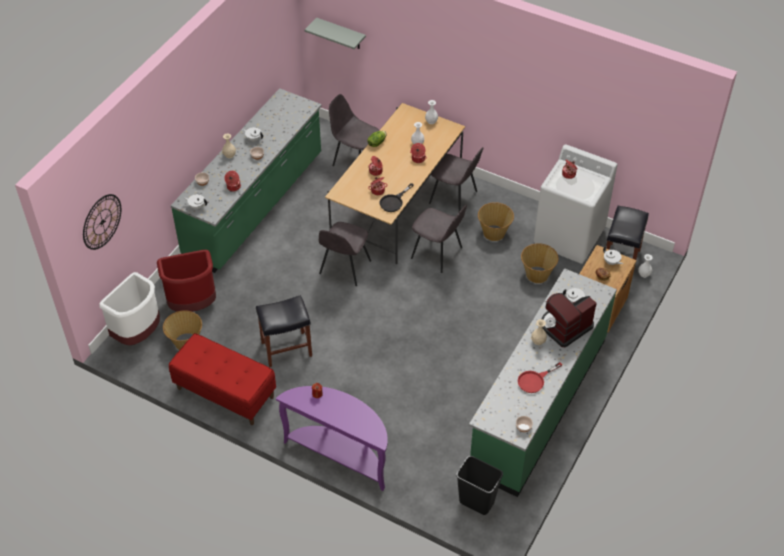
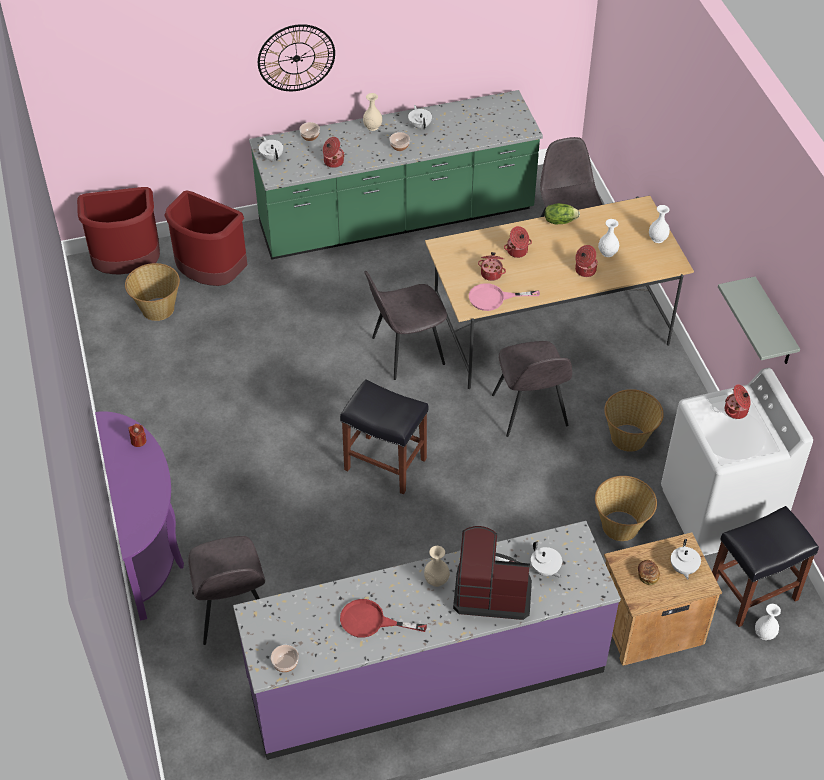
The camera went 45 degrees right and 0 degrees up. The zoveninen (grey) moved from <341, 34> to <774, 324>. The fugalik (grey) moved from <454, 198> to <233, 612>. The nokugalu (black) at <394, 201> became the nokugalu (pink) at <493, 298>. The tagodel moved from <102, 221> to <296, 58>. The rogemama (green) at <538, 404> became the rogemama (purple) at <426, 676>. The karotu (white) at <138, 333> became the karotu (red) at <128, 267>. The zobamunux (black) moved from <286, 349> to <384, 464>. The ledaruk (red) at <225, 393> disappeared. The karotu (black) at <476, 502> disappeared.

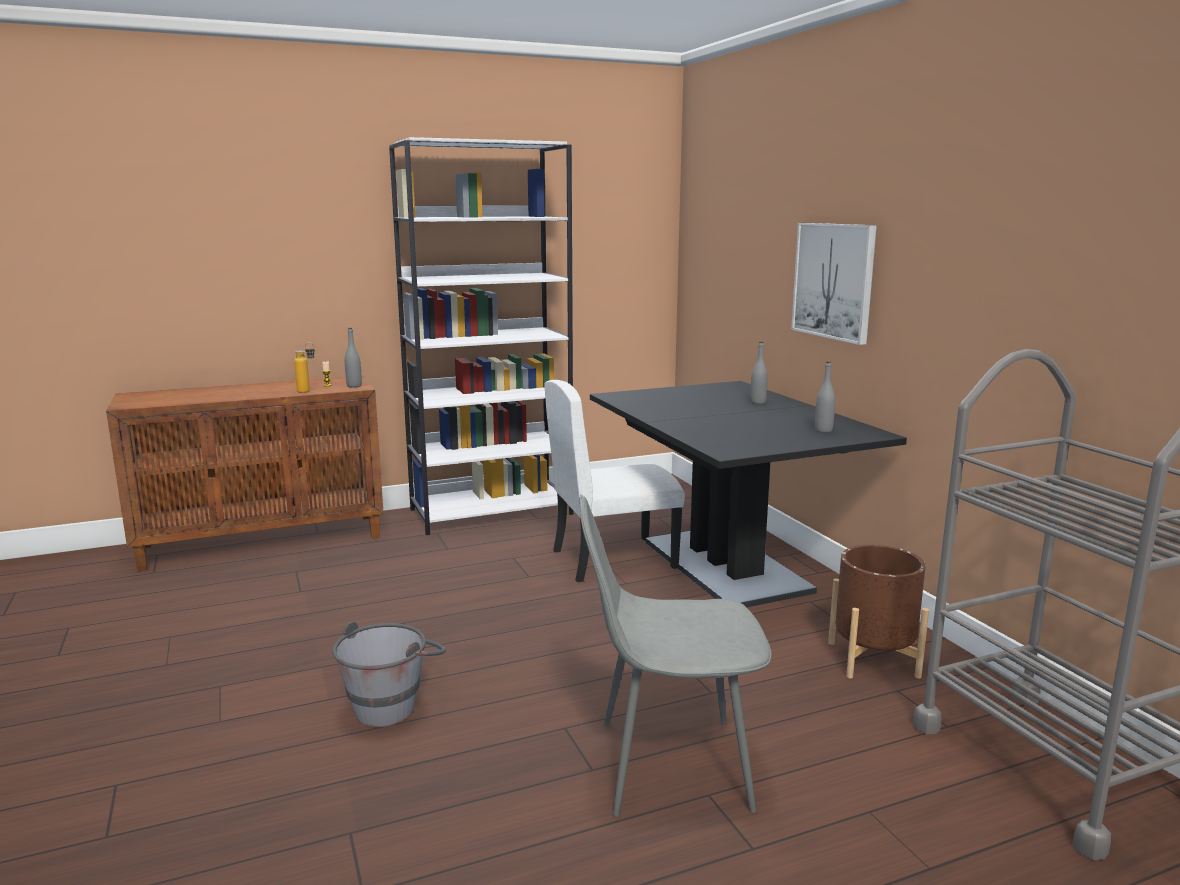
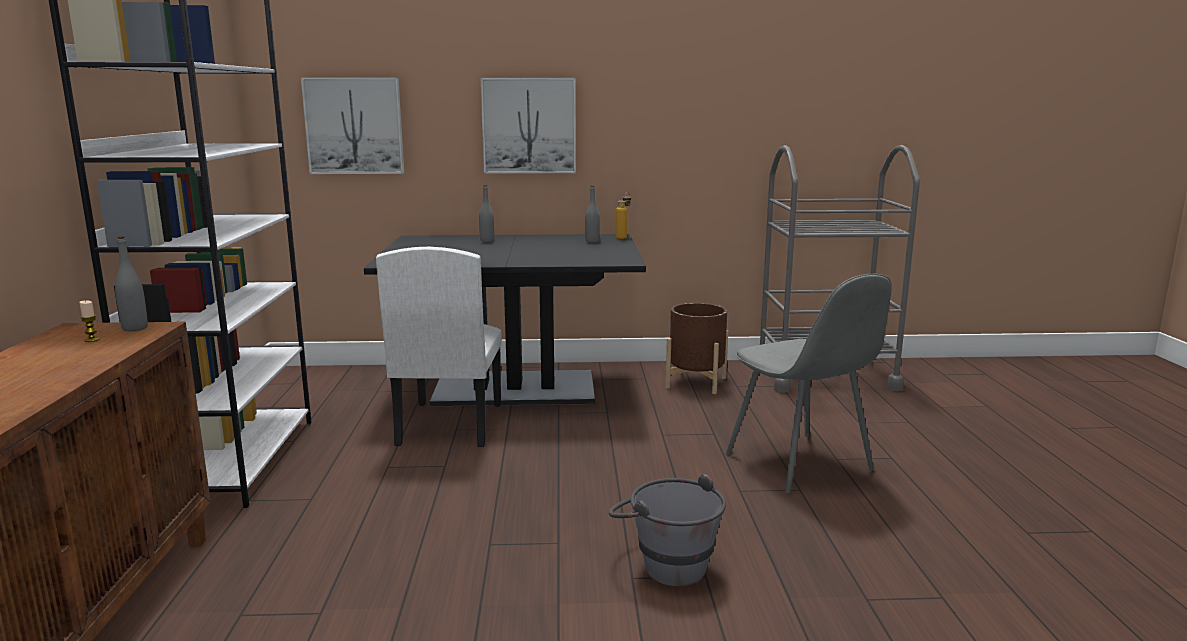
The camera went 70 degrees left and 0 degrees up. The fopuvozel moved from <308, 392> to <623, 237>. The fugalik (grey) at <668, 765> turned 45 degrees counterclockwise. The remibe at <354, 126> appeared.

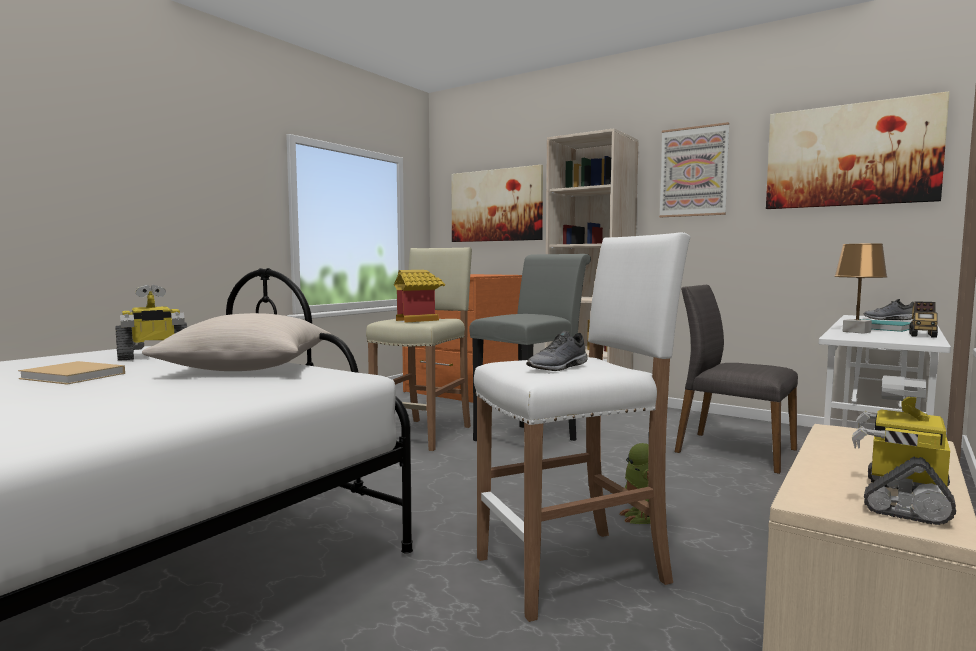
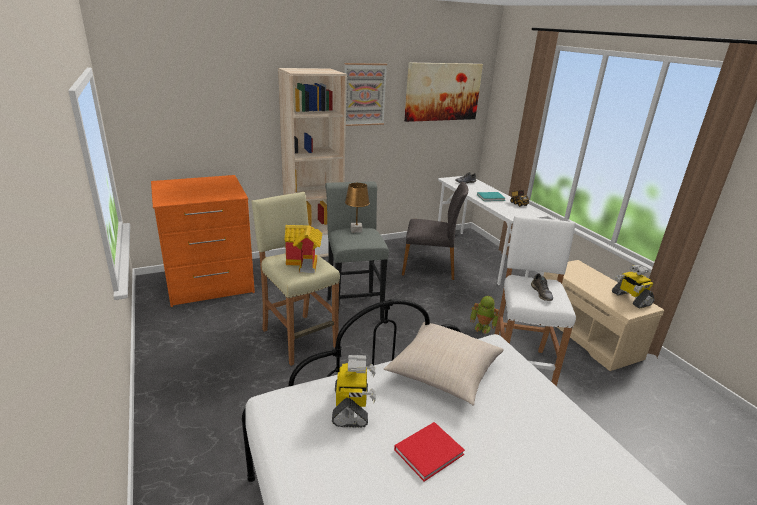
The camera went 60 degrees left and 20 degrees up. The remibe at <496, 205> disappeared. The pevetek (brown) moved from <857, 332> to <356, 230>. The fugalik (grey) at <733, 450> turned 150 degrees counterclockwise. The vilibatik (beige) at <75, 376> became the vilibatik (red) at <430, 451>.

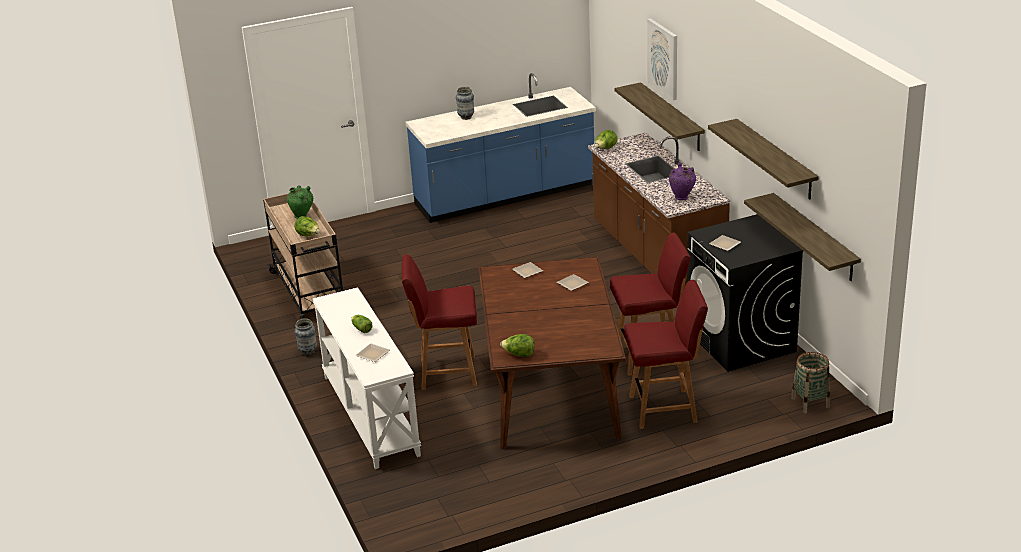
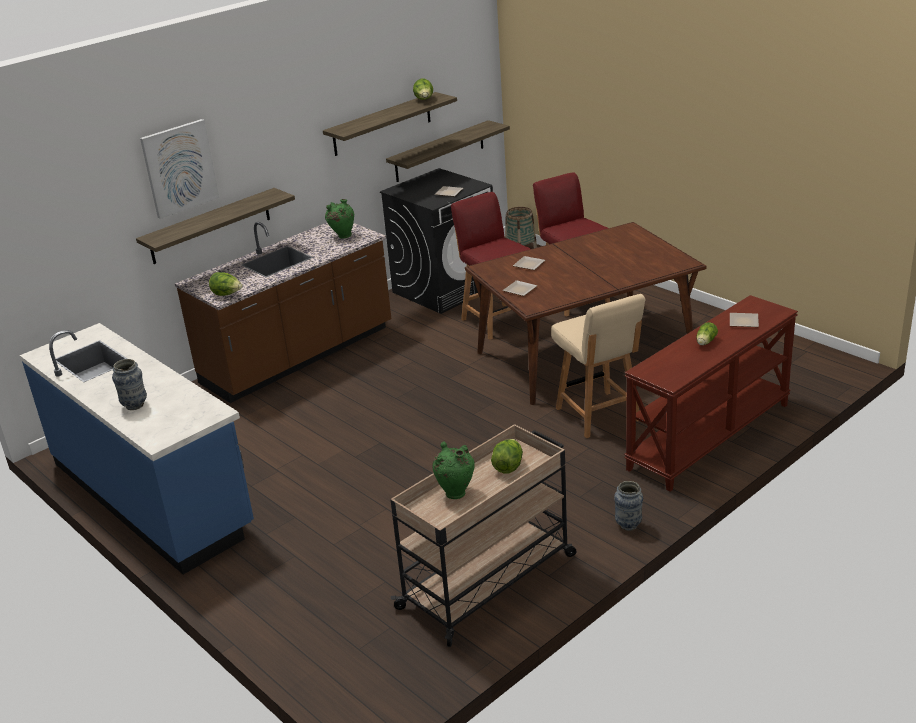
The camera went 110 degrees left and 0 degrees up. The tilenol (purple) at <682, 197> became the tilenol (green) at <342, 236>. The fugalik (red) at <446, 372> became the fugalik (beige) at <598, 415>. The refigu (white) at <369, 415> became the refigu (brown) at <710, 437>. The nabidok moved from <519, 355> to <424, 100>.

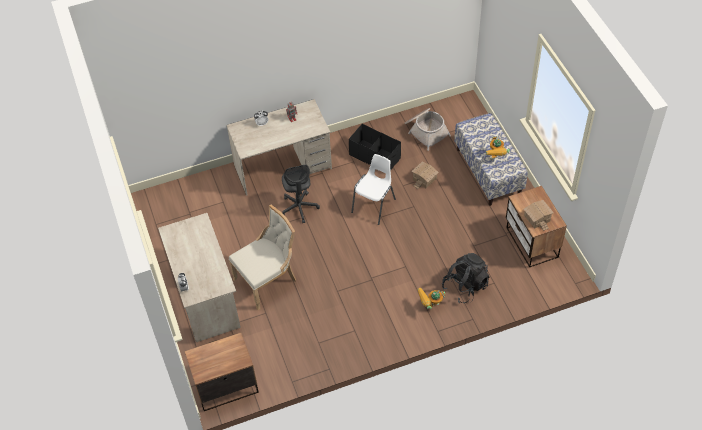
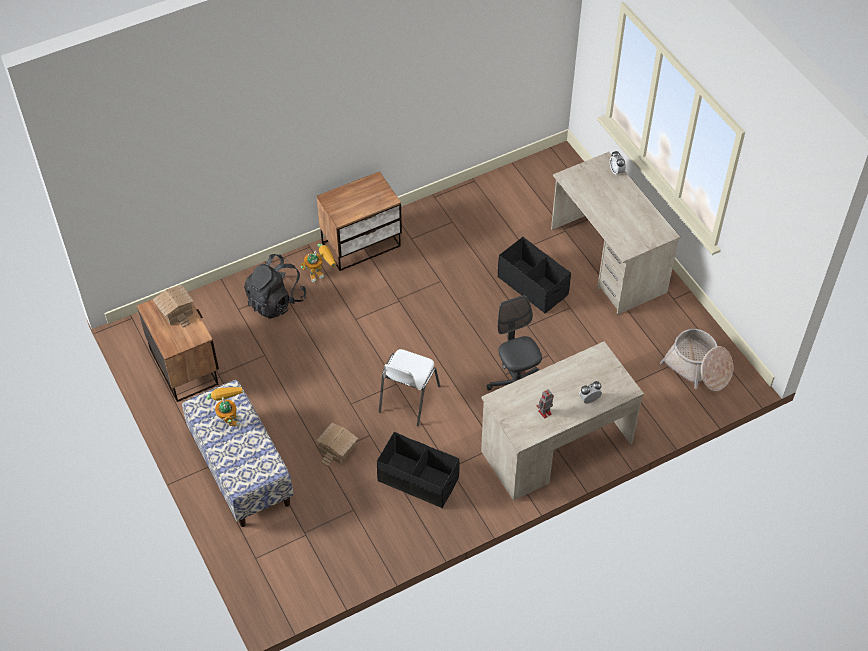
The camera went 170 degrees right and 0 degrees up. The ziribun moved from <425, 131> to <698, 368>. The fugalik (beige) at <268, 280> was replaced by the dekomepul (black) at <533, 285>. The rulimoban moved from <225, 386> to <362, 245>.

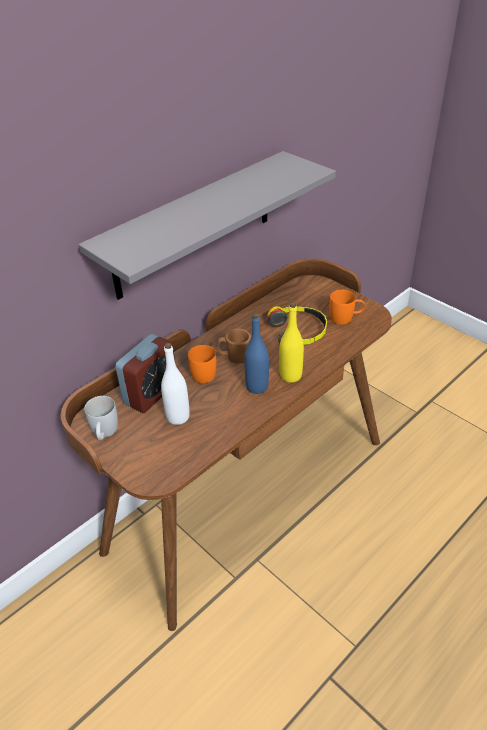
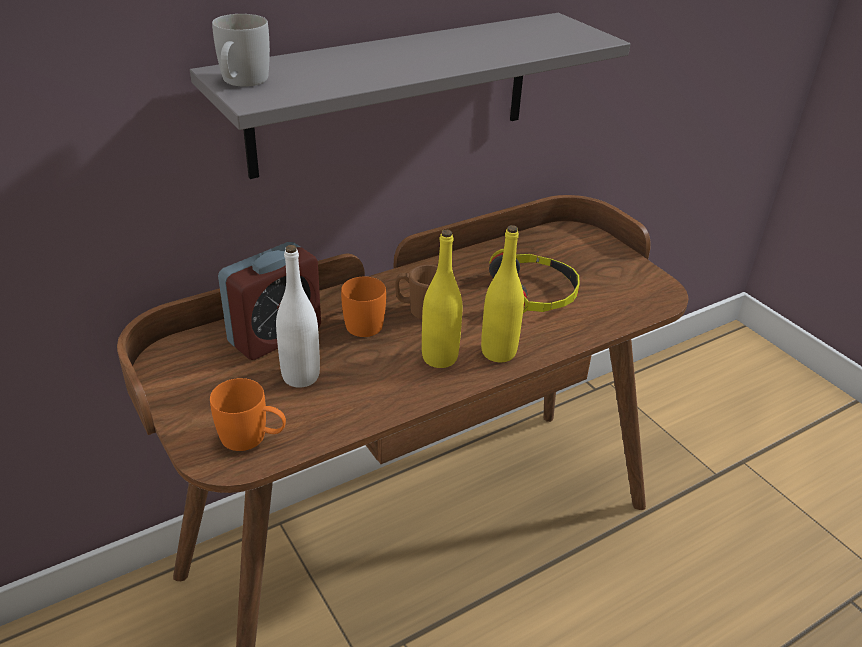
The camera went 10 degrees right and 5 degrees down. The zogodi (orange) moved from <345, 318> to <252, 438>. The fopuvozel (blue) at <257, 387> became the fopuvozel (yellow) at <439, 358>. The zogodi (white) moved from <104, 433> to <241, 82>.

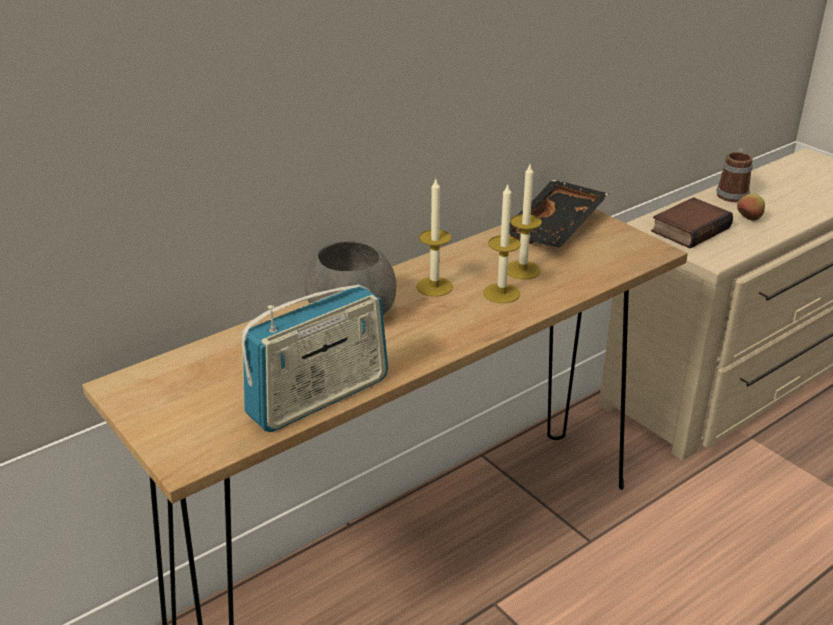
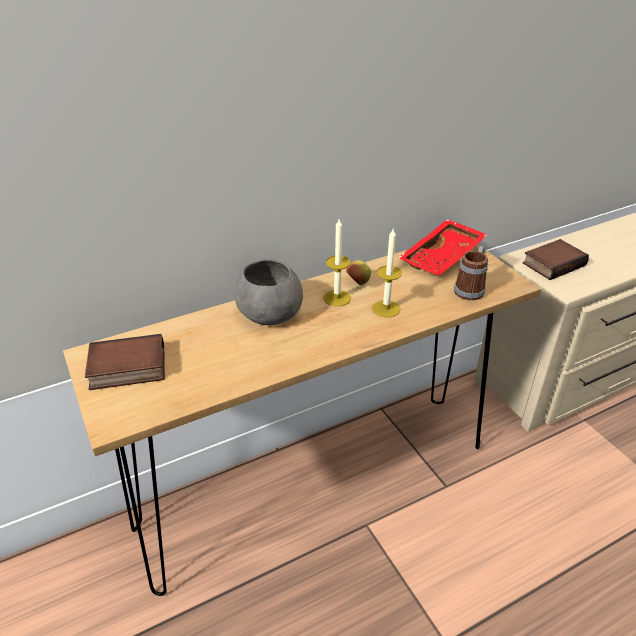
The camera went 10 degrees right and 5 degrees up. The zogodi moved from <732, 193> to <470, 289>. The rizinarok at <522, 270> disappeared. The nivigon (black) at <556, 227> became the nivigon (red) at <443, 257>. The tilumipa moved from <748, 219> to <358, 283>. The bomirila at <319, 397> disappeared. The vilibatik at <126, 369> appeared.

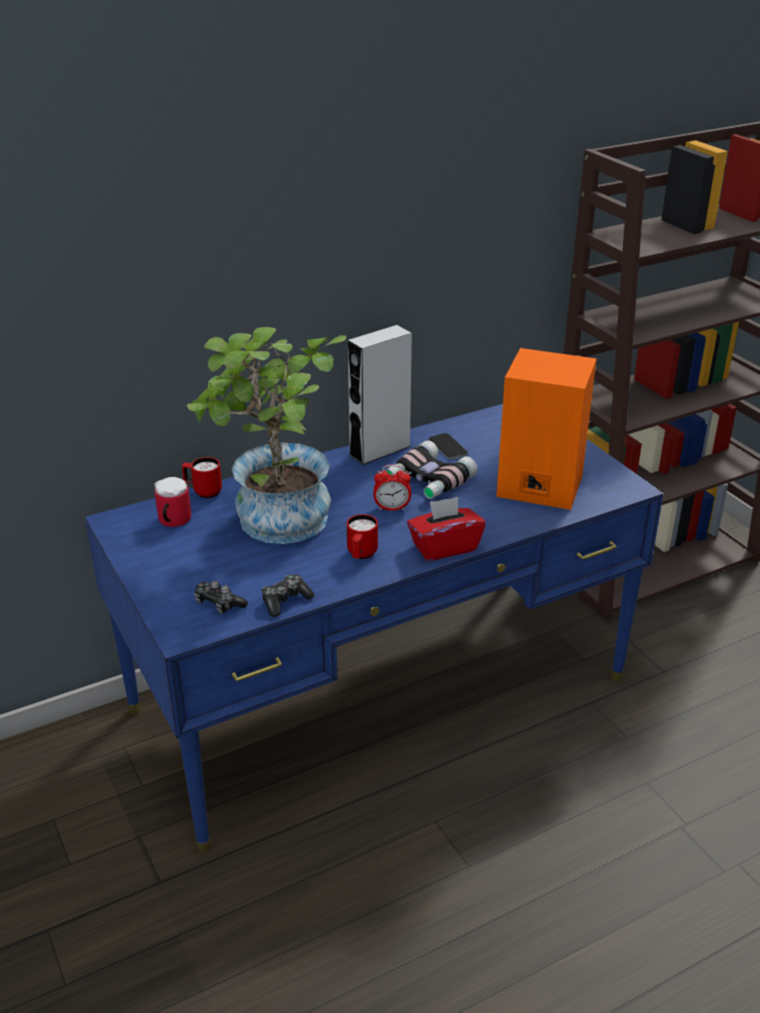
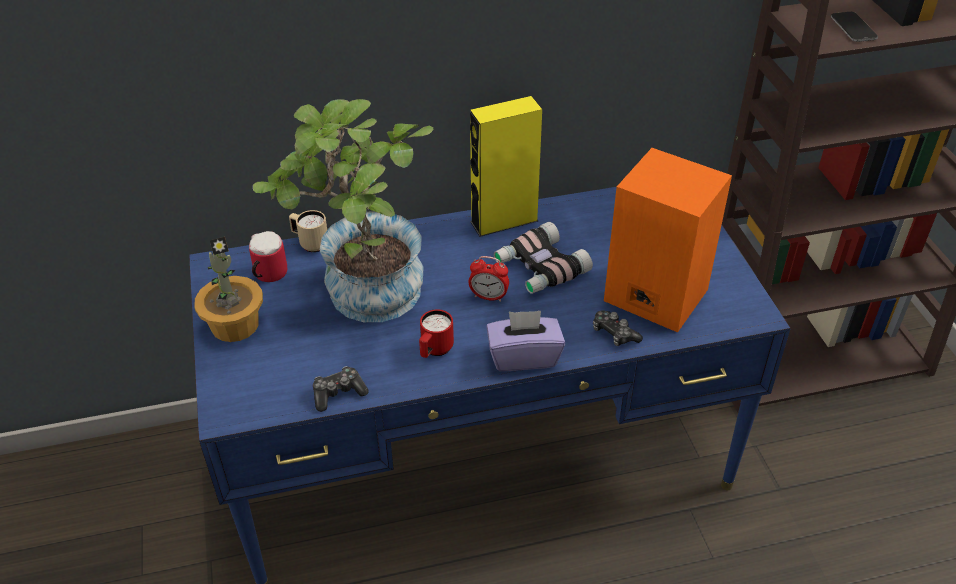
The camera went 15 degrees right and 10 degrees up. The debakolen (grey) at <379, 450> became the debakolen (yellow) at <504, 221>. The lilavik moved from <448, 447> to <853, 28>. The zogodi (red) at <203, 491> became the zogodi (beige) at <310, 243>. The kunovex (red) at <444, 547> became the kunovex (purple) at <524, 356>. The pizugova moved from <218, 604> to <614, 334>. The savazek at <234, 324> appeared.

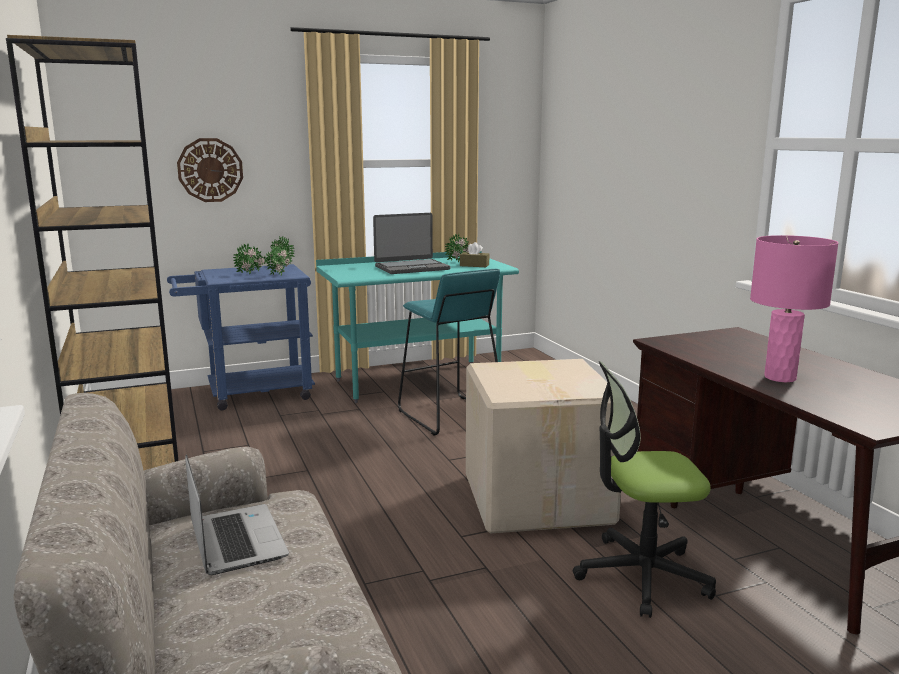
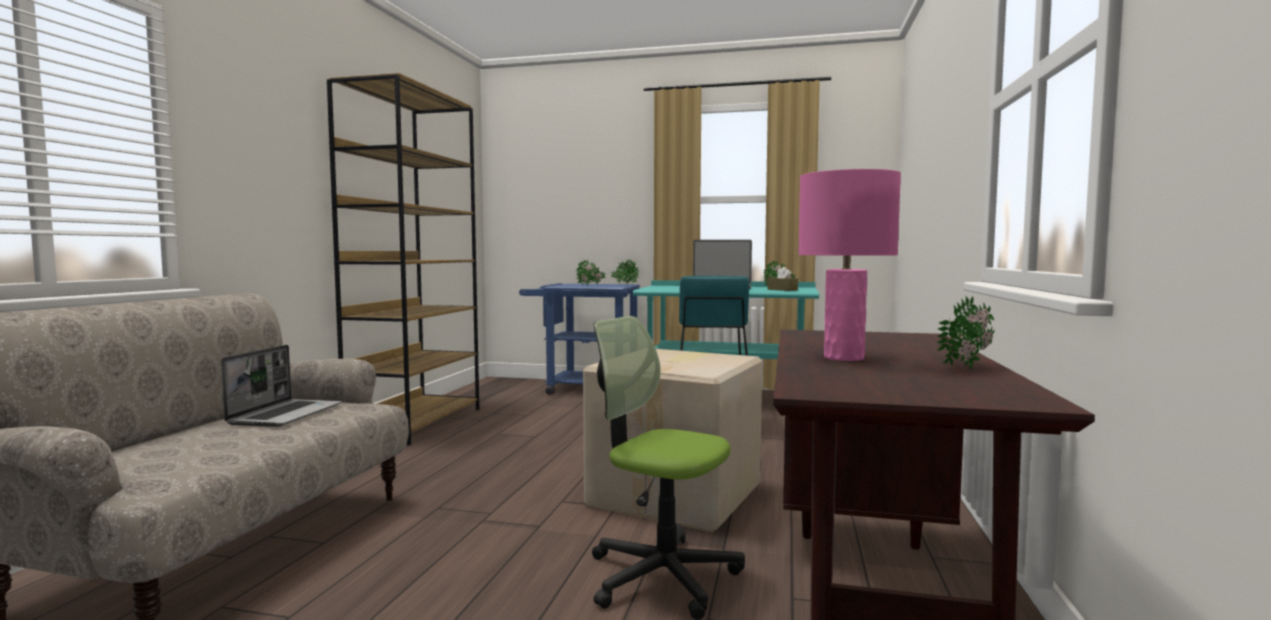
The camera went 35 degrees right and 10 degrees down. The tagodel at <210, 170> disappeared. The savazek moved from <281, 275> to <970, 368>.

